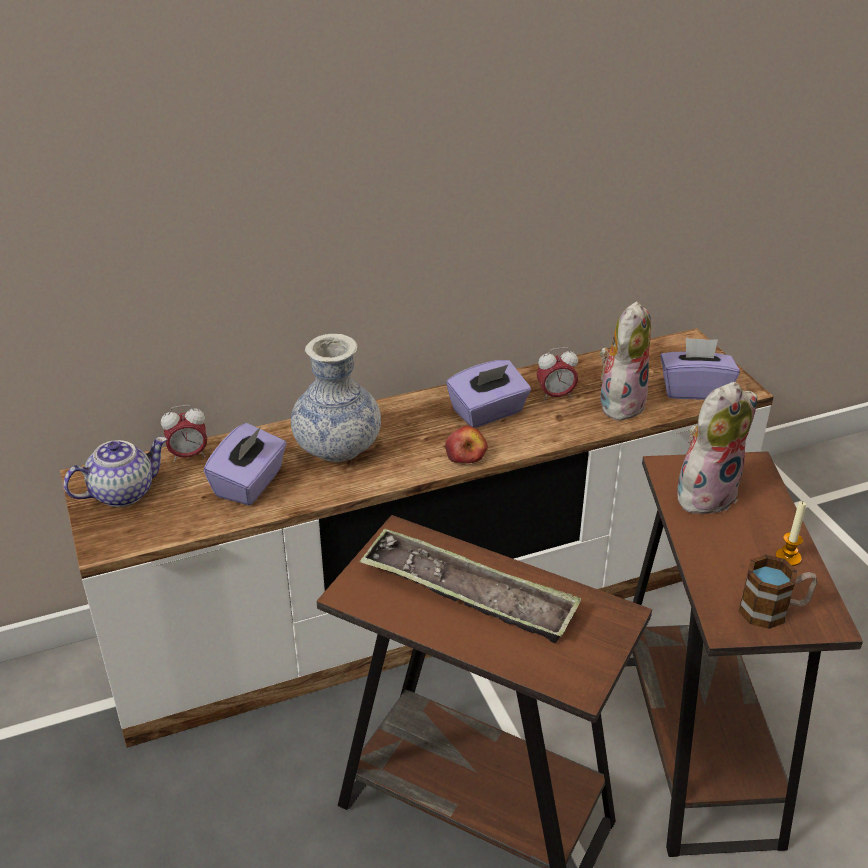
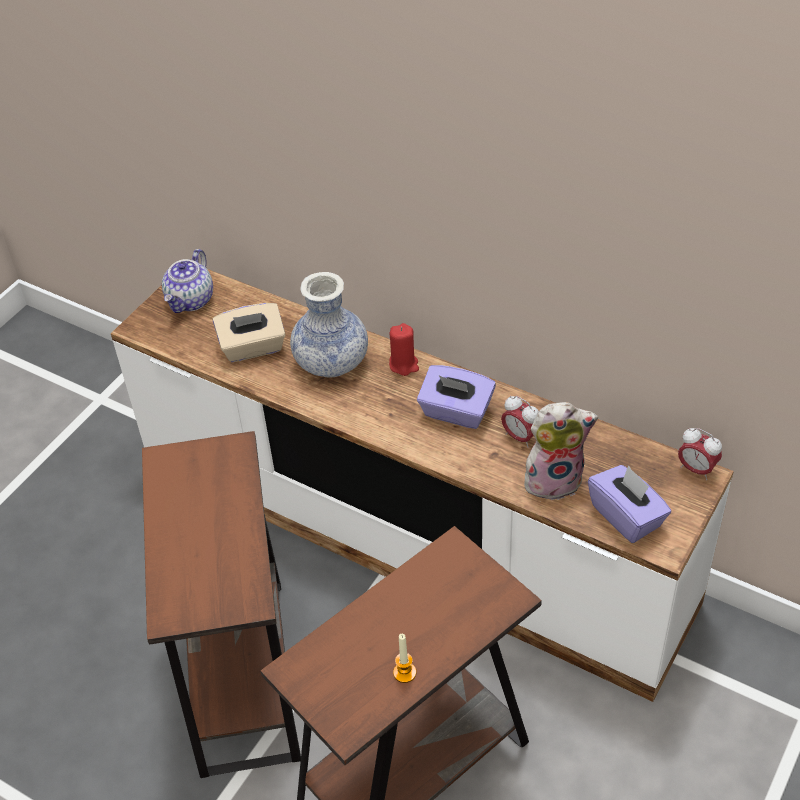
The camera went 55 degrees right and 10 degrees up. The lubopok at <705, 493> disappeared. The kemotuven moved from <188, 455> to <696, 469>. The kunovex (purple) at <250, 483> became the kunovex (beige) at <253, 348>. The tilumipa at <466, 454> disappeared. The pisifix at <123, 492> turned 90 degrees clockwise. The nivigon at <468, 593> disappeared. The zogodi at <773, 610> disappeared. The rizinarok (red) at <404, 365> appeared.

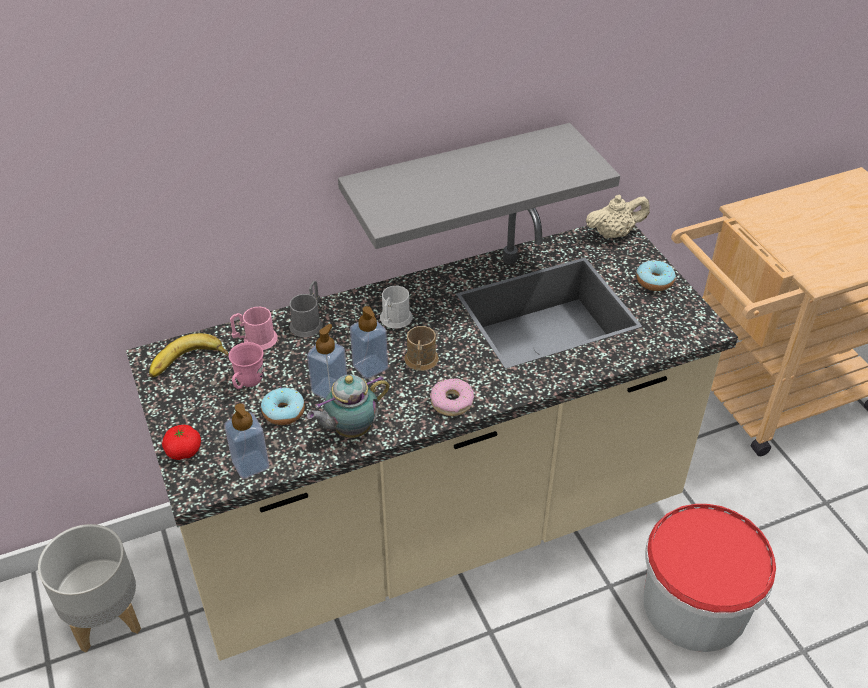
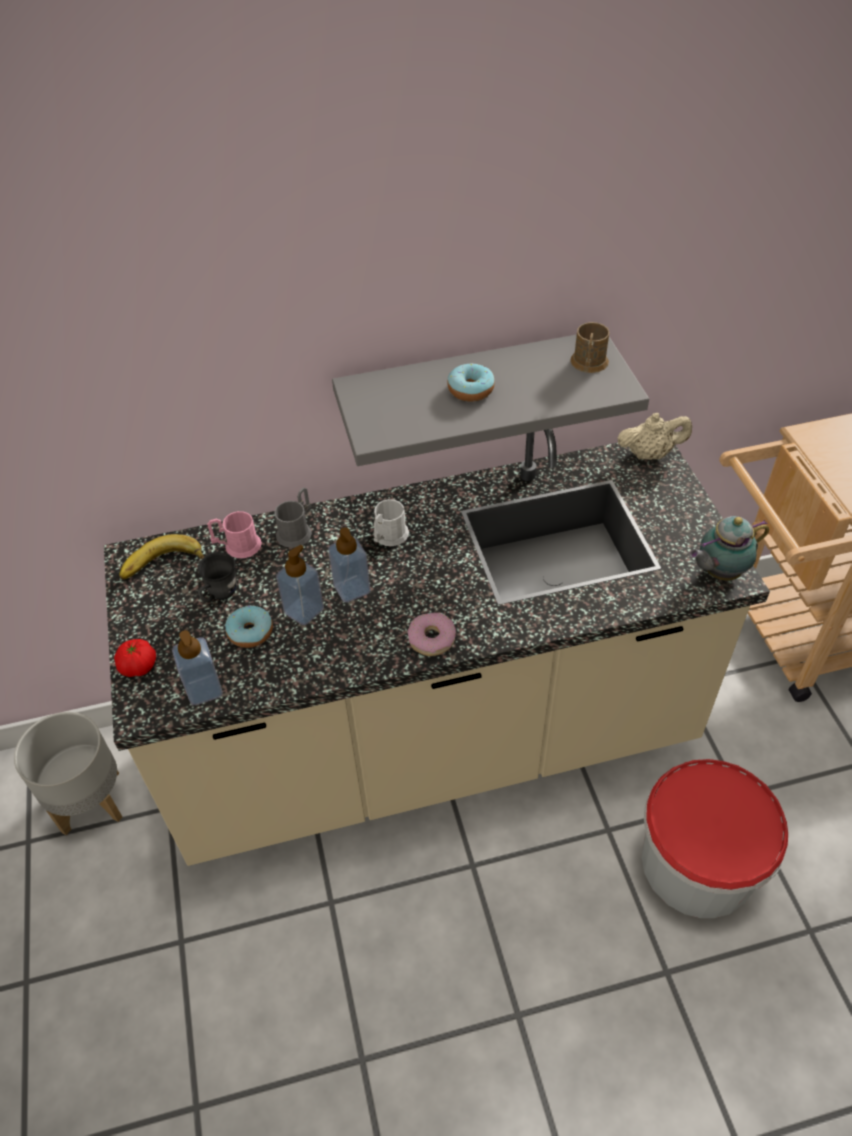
The camera went 10 degrees right and 5 degrees up. The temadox moved from <654, 281> to <470, 390>. The zogodi (brown) moved from <420, 362> to <588, 364>. The zogodi (pink) at <247, 383> became the zogodi (grey) at <219, 595>. The pisifix moved from <350, 430> to <719, 572>.

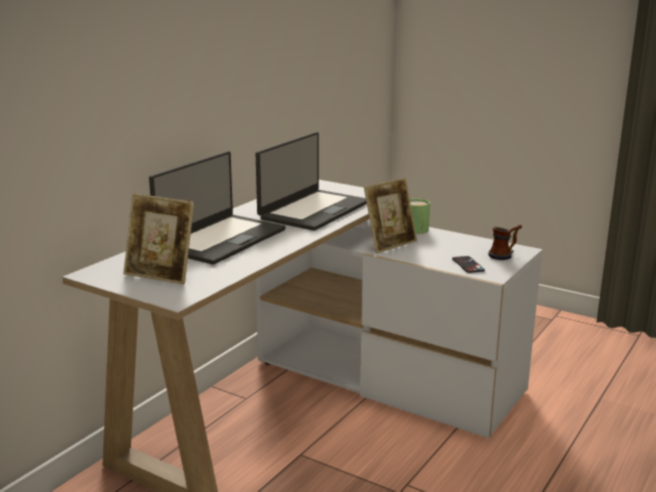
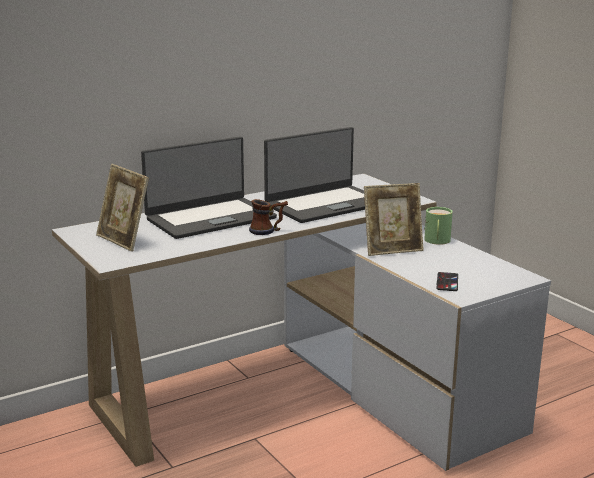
The camera went 25 degrees right and 0 degrees up. The zogodi moved from <504, 255> to <268, 231>.

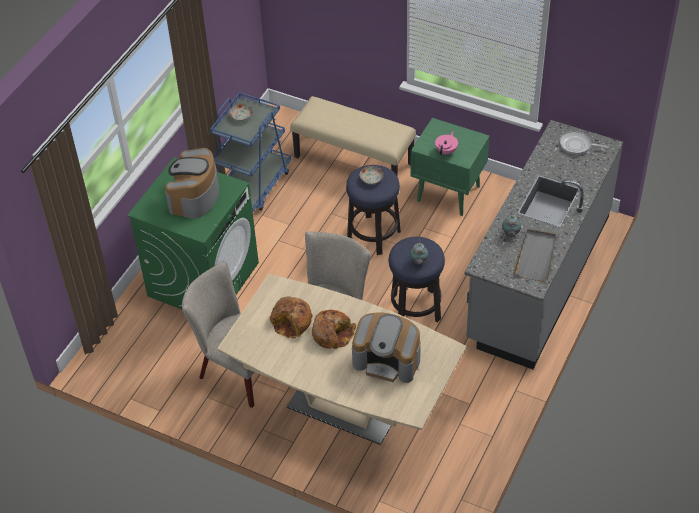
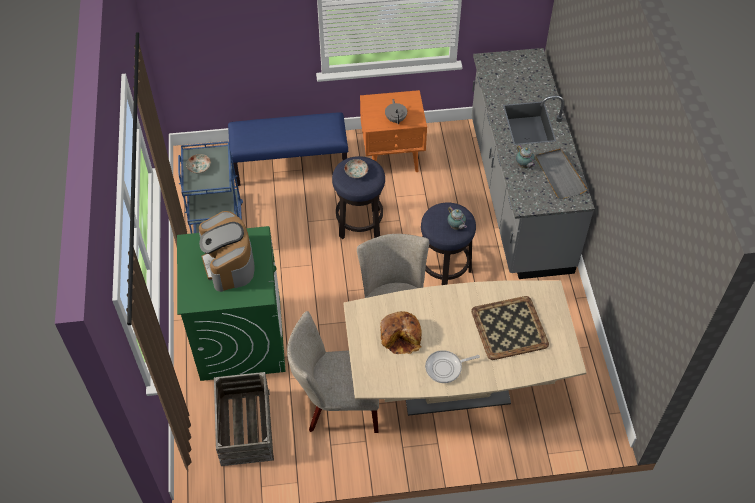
The camera went 35 degrees left and 5 degrees up. The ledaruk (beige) at <354, 160> became the ledaruk (blue) at <291, 165>. The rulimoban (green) at <449, 194> became the rulimoban (orange) at <393, 158>. The pisifix (pink) at <446, 151> became the pisifix (grey) at <396, 119>. The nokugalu moved from <577, 145> to <446, 368>. The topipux at <332, 333> disappeared. The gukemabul at <387, 360> was replaced by the nivigon at <509, 327>. The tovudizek at <244, 427> appeared.

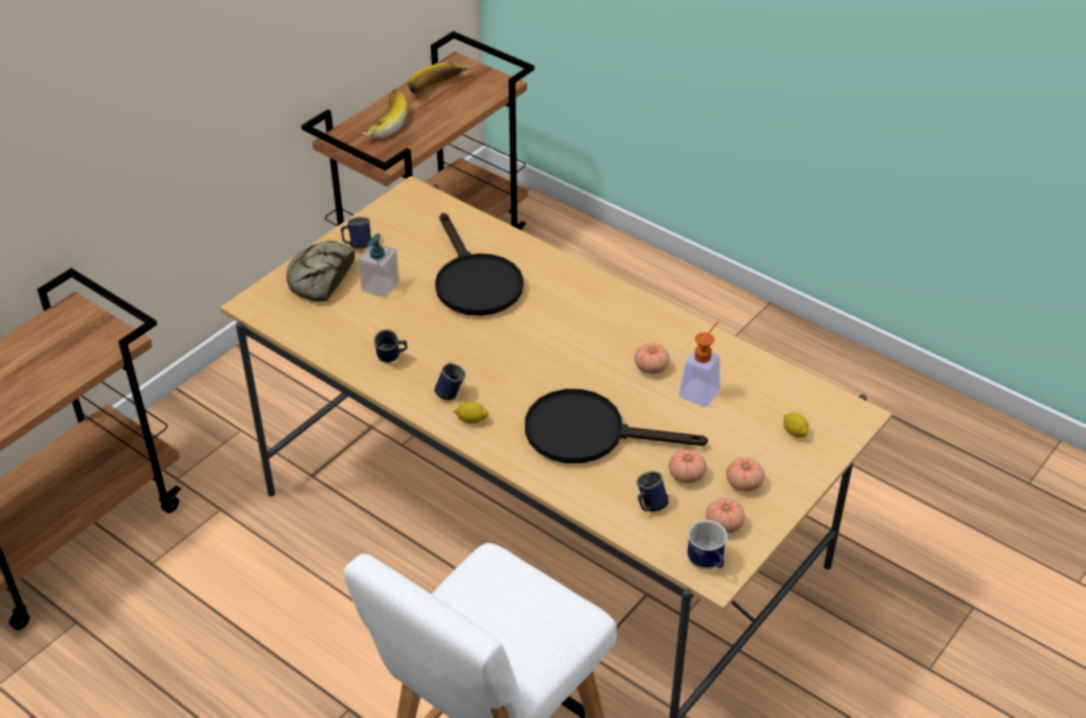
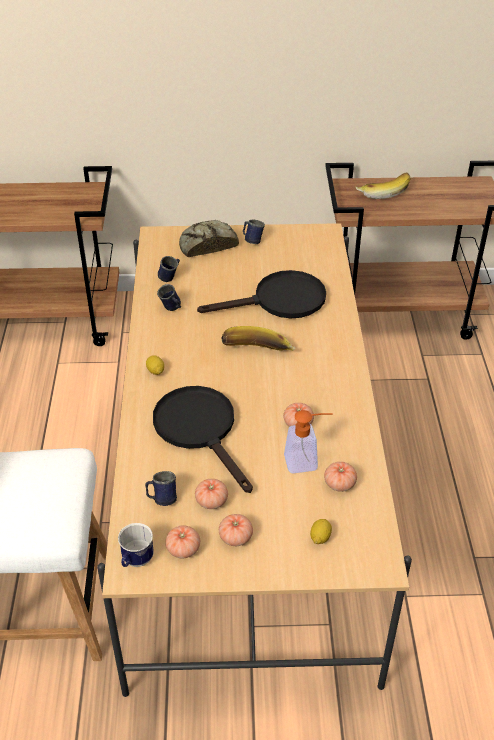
The camera went 50 degrees right and 0 degrees up. The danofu moved from <438, 88> to <256, 352>. The nokugalu (black) at <474, 282> turned 135 degrees counterclockwise. The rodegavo at <380, 286> disappeared. The zogodi (blue) moved from <450, 391> to <170, 278>. The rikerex at <339, 484> appeared.

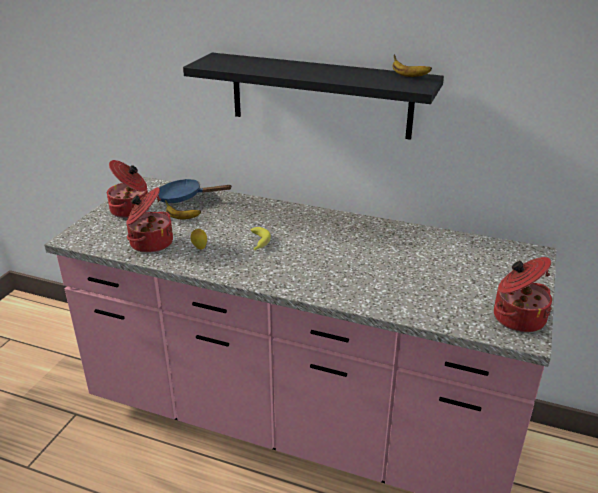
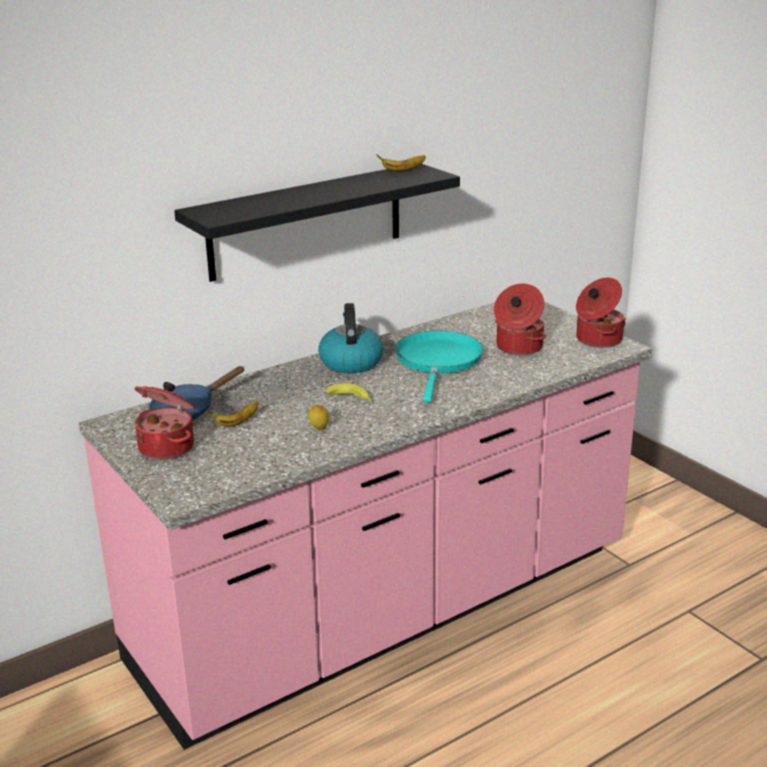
The camera went 55 degrees left and 5 degrees down. The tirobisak moved from <150, 242> to <518, 347>. The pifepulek at <350, 362> appeared. The nokugalu (turquoise) at <438, 361> appeared.

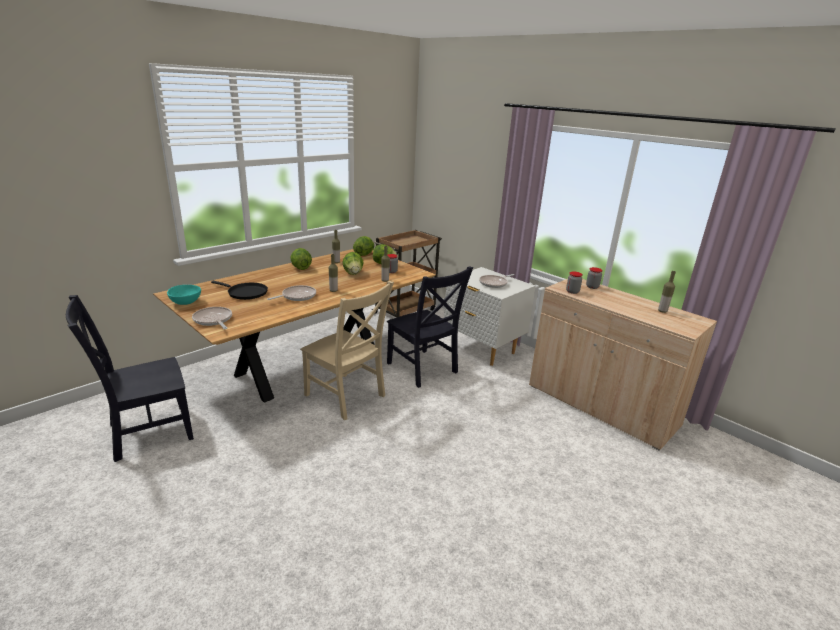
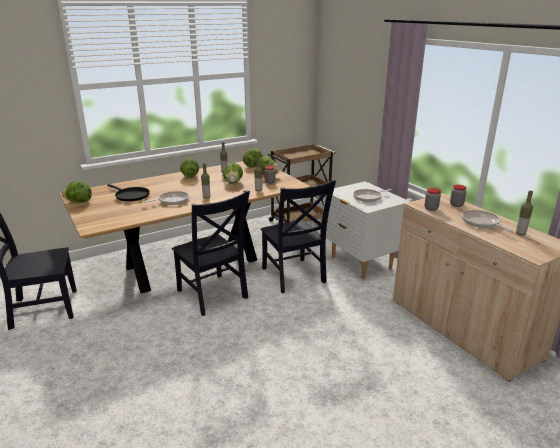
The camera went 15 degrees right and 0 degrees up. The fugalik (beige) at <346, 397> became the fugalik (black) at <213, 295>. The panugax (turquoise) at <185, 303> was replaced by the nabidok at <79, 202>. The nokugalu moved from <213, 320> to <482, 223>.

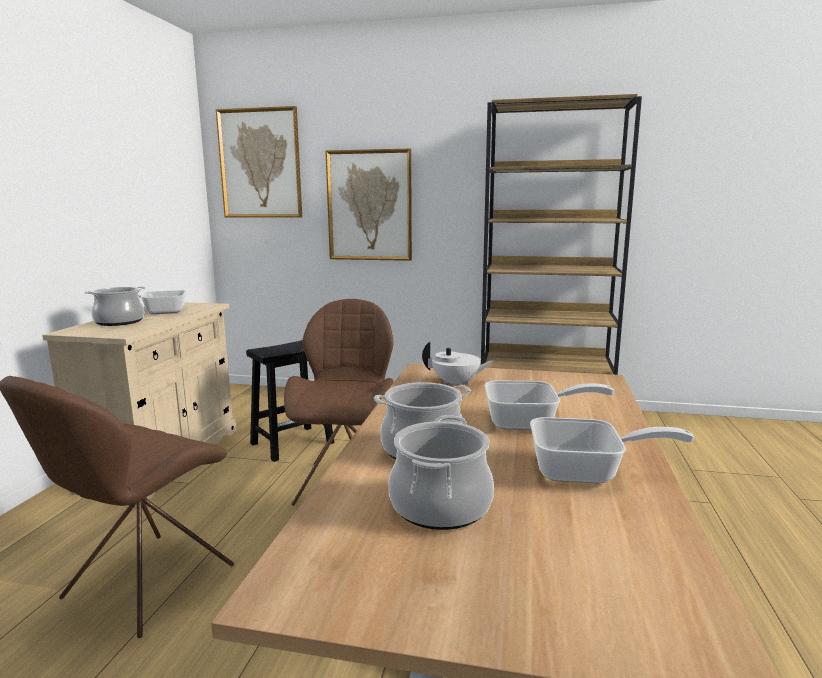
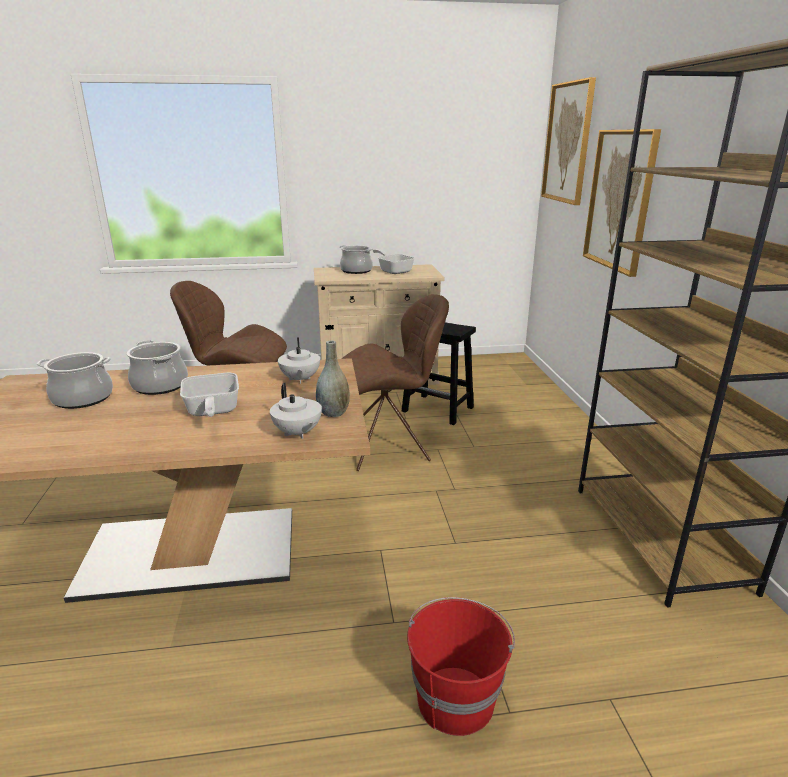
The camera went 70 degrees right and 10 degrees up. The nokugalu at <587, 472> disappeared. The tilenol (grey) at <333, 413> appeared. The pisifix (white) at <297, 433> appeared. The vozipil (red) at <455, 697> appeared.

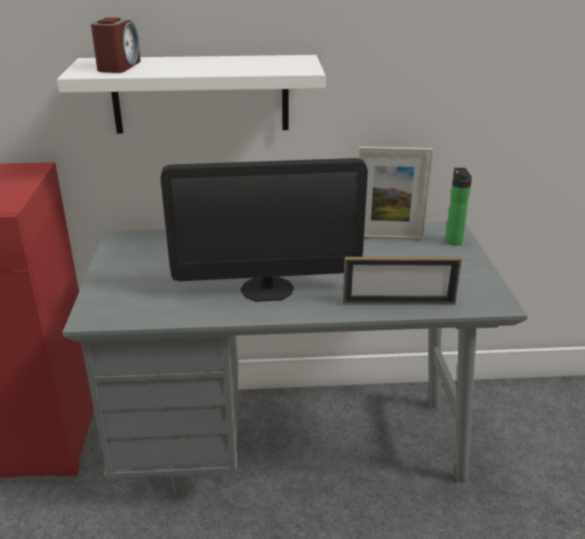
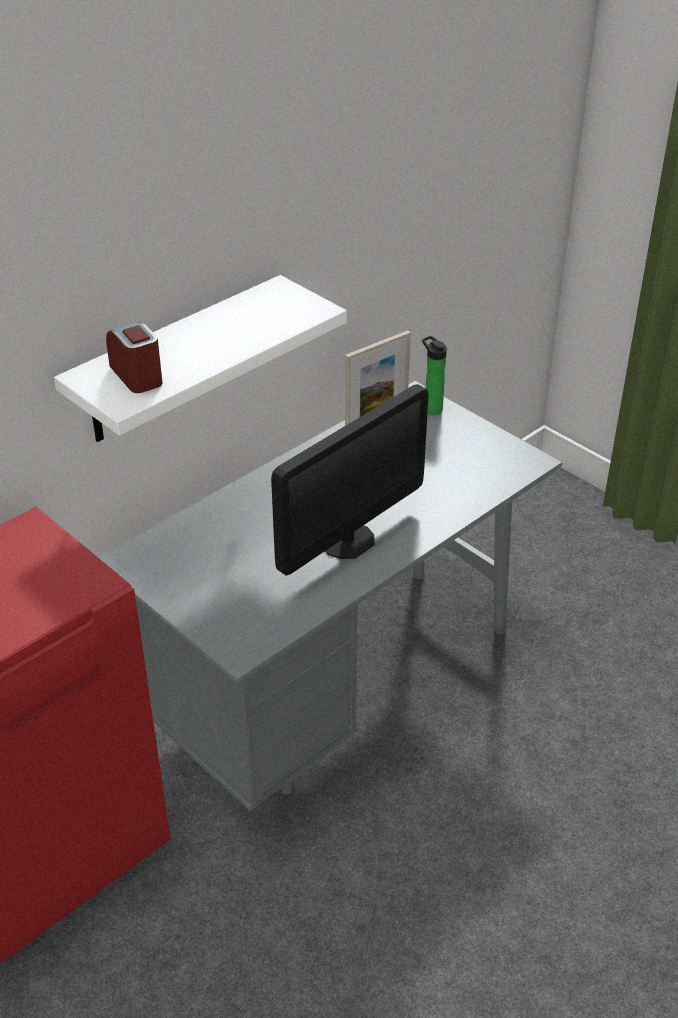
The camera went 40 degrees left and 10 degrees up. The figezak at <398, 303> disappeared.

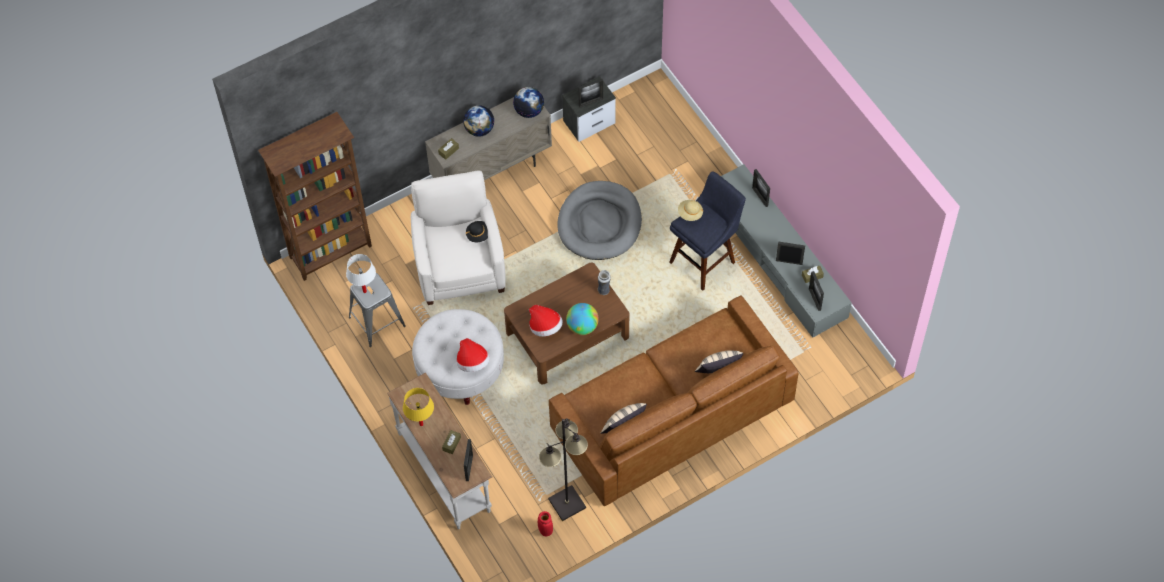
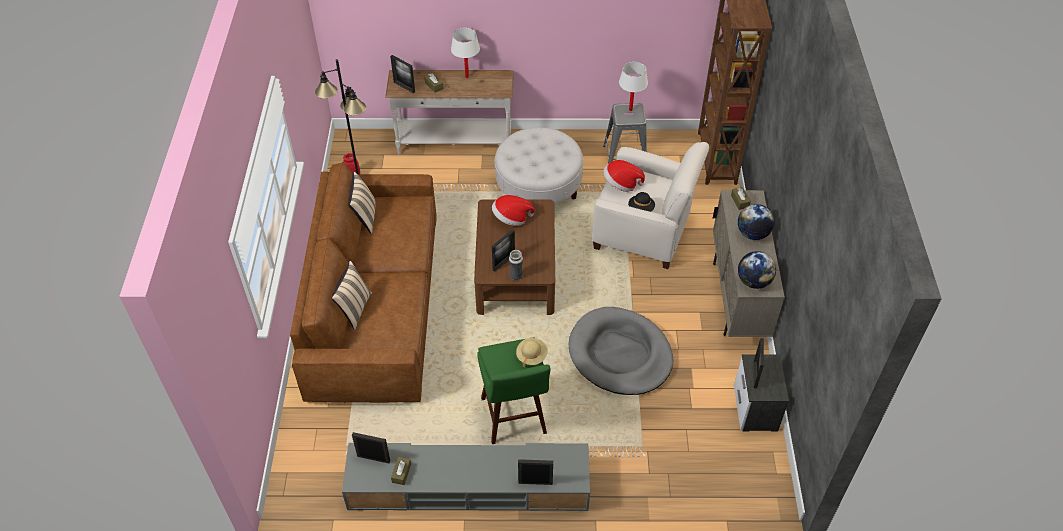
The camera went 120 degrees right and 10 degrees down. The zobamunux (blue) at <705, 260> became the zobamunux (green) at <514, 420>. The figezak moved from <789, 261> to <503, 262>. The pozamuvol at <582, 326> disappeared. The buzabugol moved from <473, 362> to <621, 184>. The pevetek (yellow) at <421, 424> became the pevetek (white) at <467, 77>.

